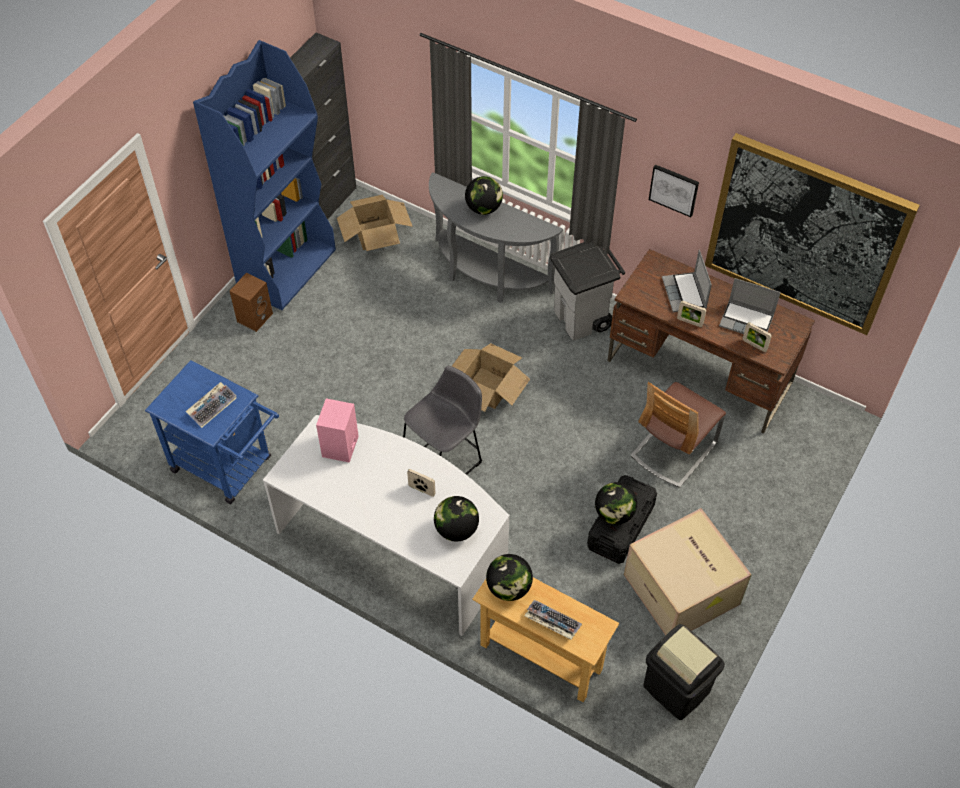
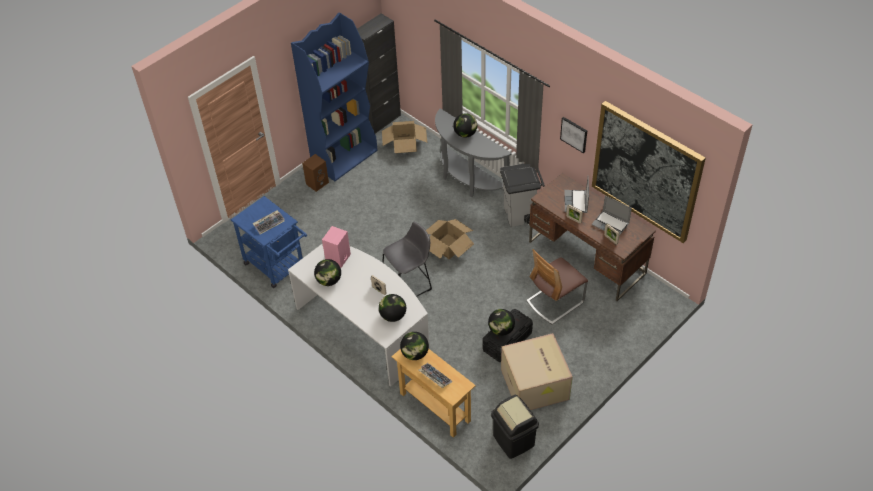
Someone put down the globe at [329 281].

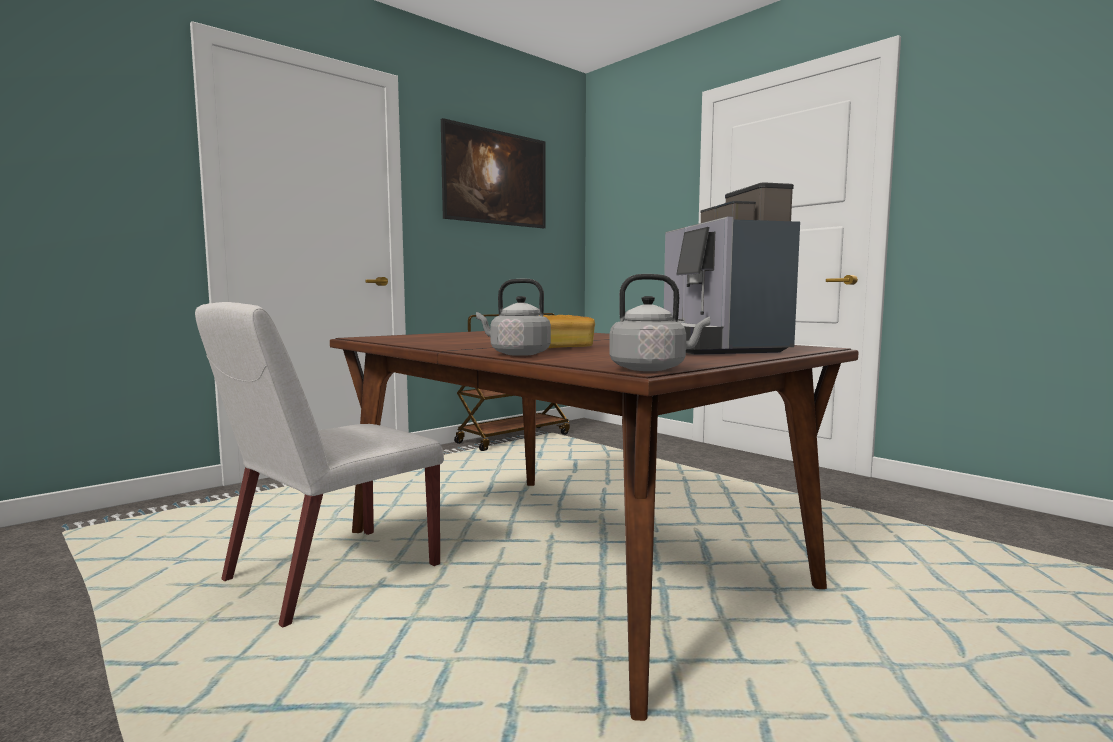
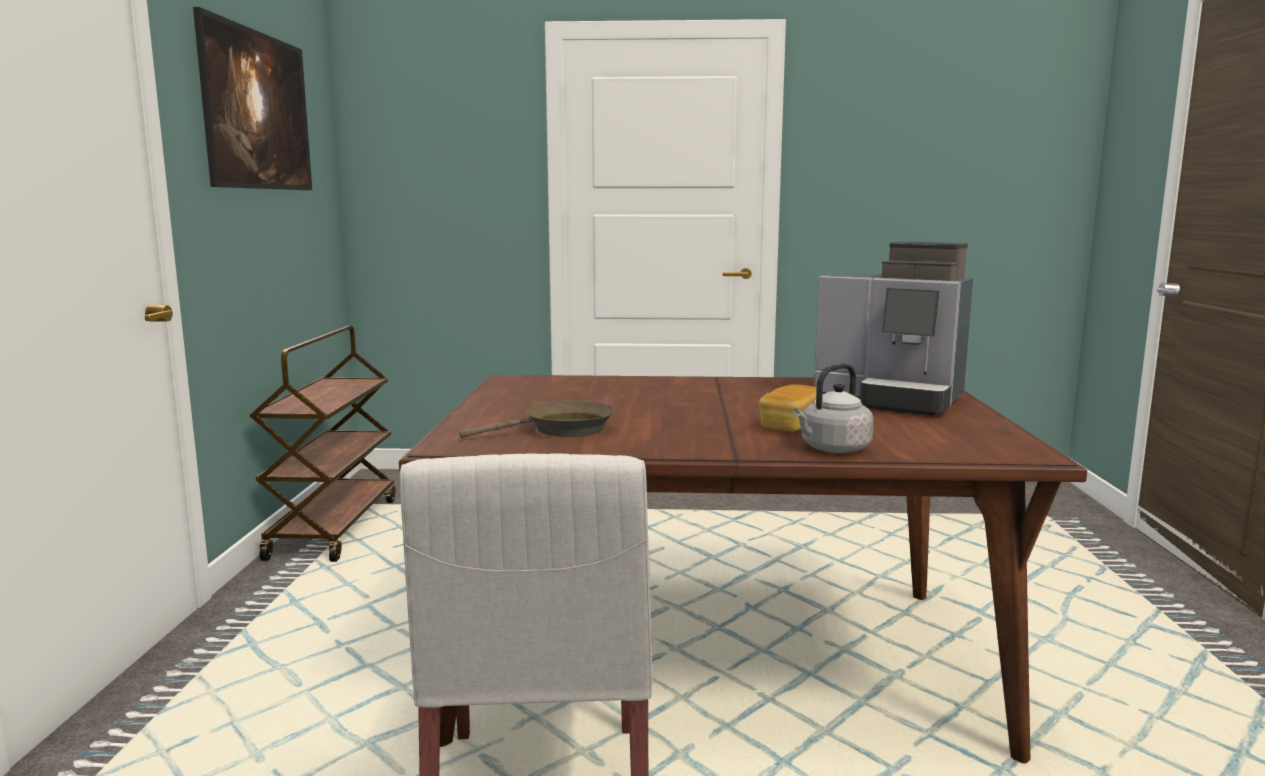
Someone took away the kettle/grey at [652 369].
Someone put down the frying pan/brown at [562 429].

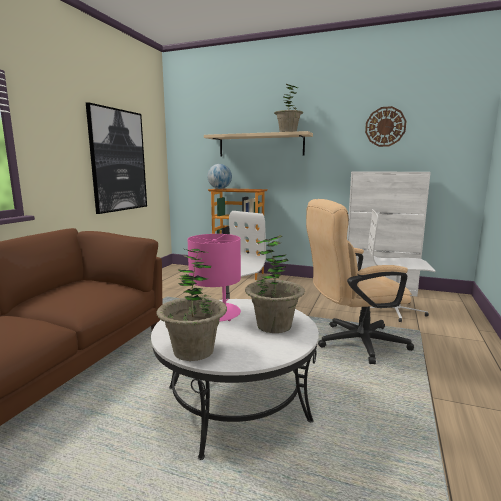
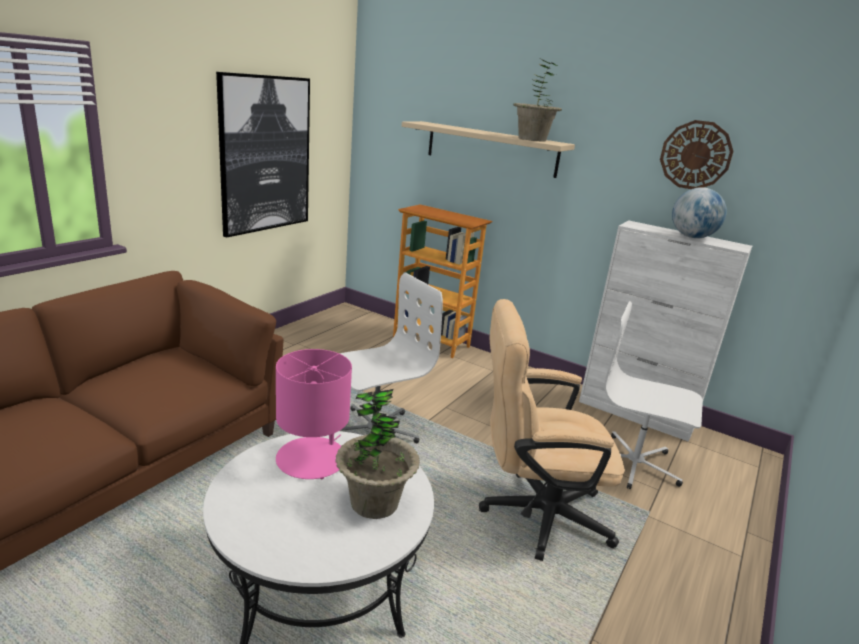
Someone took away the potted plant at [194 351].
Someone carried the globe from [219 189] to [692 237].

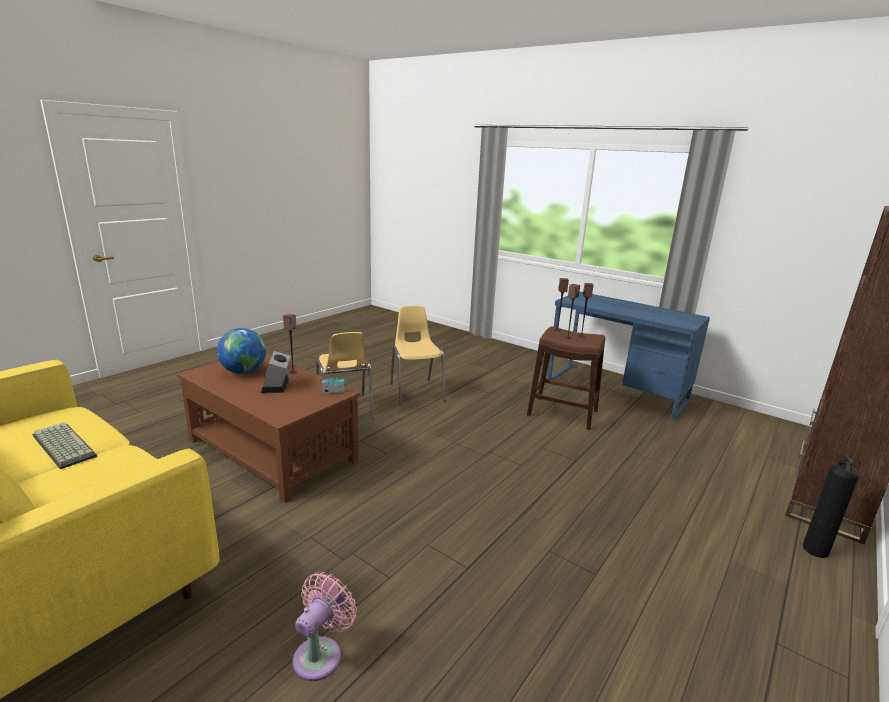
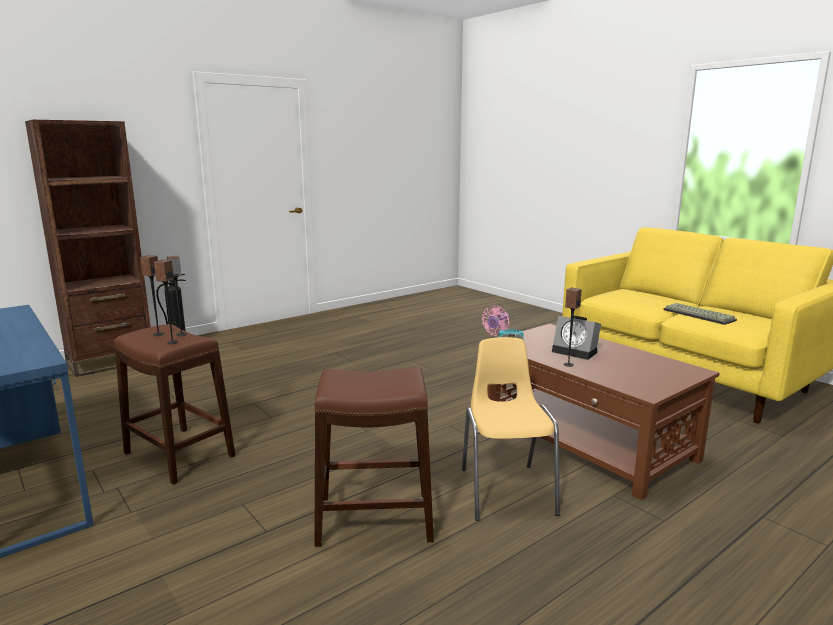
Someone took away the globe at [243 372].
Someone rotated the alarm clock at [277 386] by 120 degrees clockwise.
Someone swapped the chair/yellow at [416 392] for the stool/brown at [375 519].

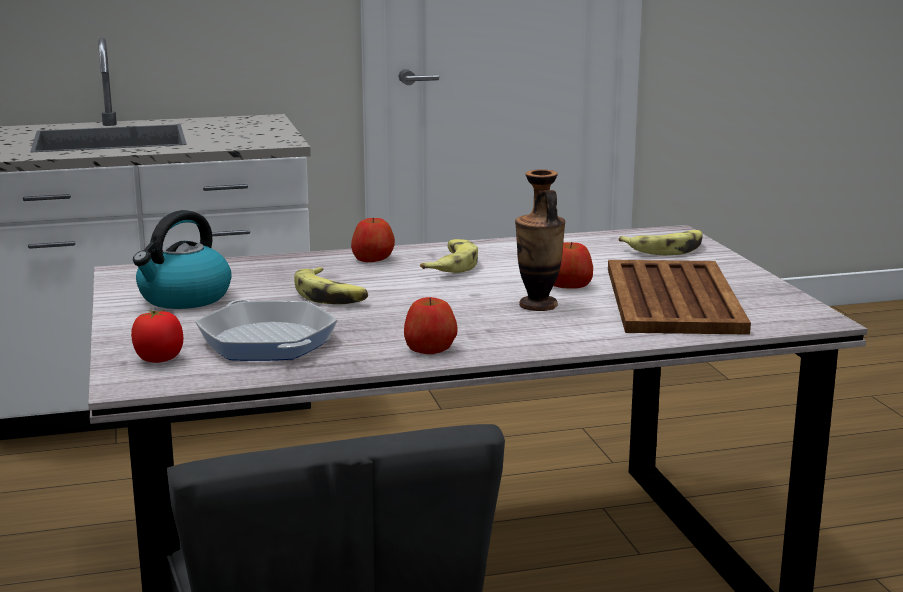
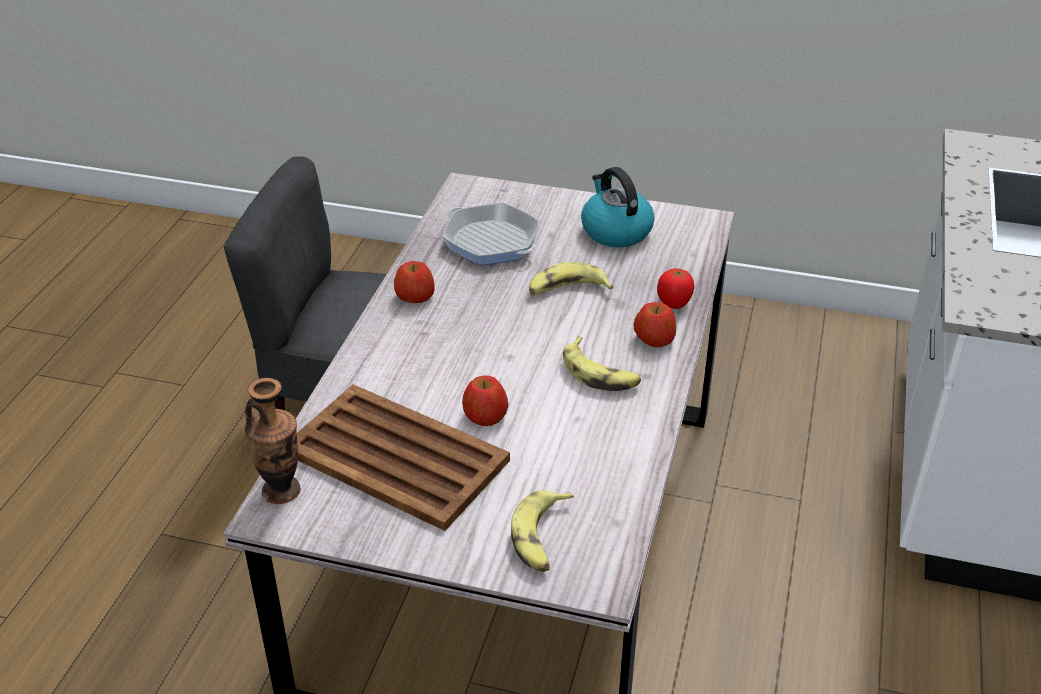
Someone carried the tomato from [159 359] to [674 303].
Someone rotated the frying pan at [267 341] by 135 degrees counterclockwise.
Someone carried the vase from [538 305] to [281 491].

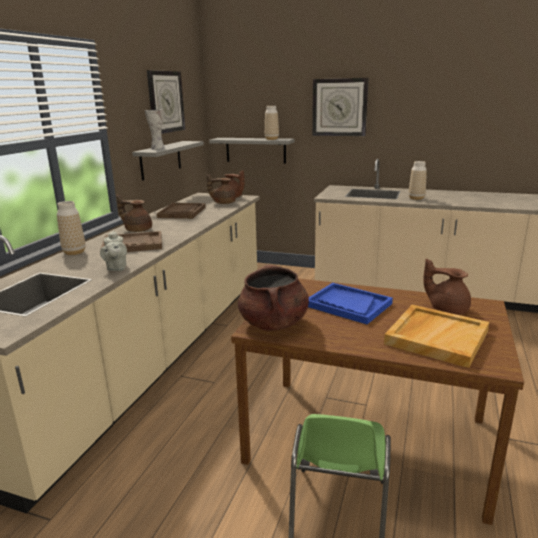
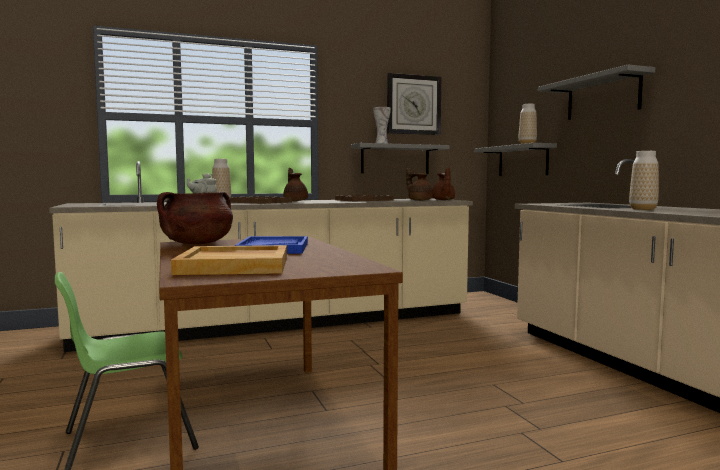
Someone swapped the wall clock at [339 107] for the shelf/grey at [602 97].
Someone took away the teapot/brown at [447 308].

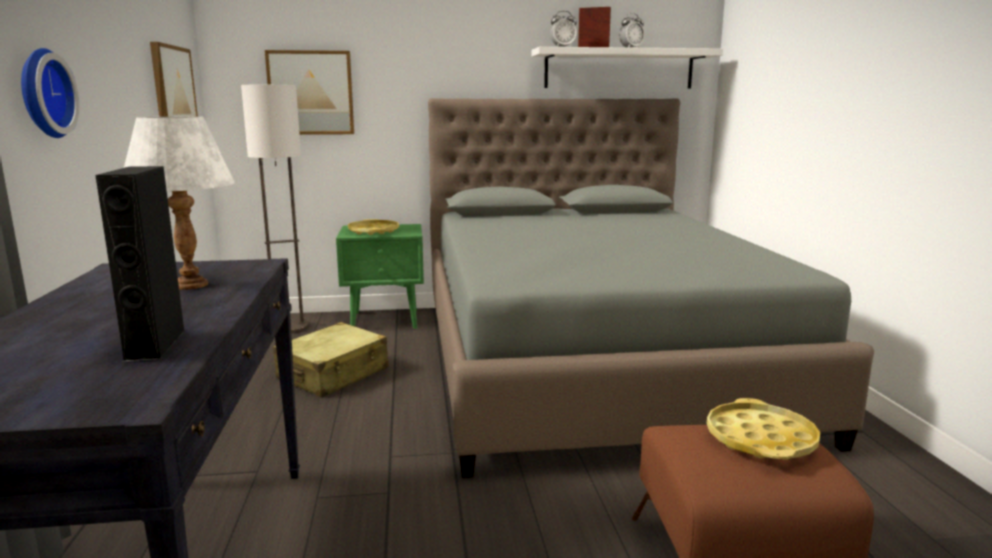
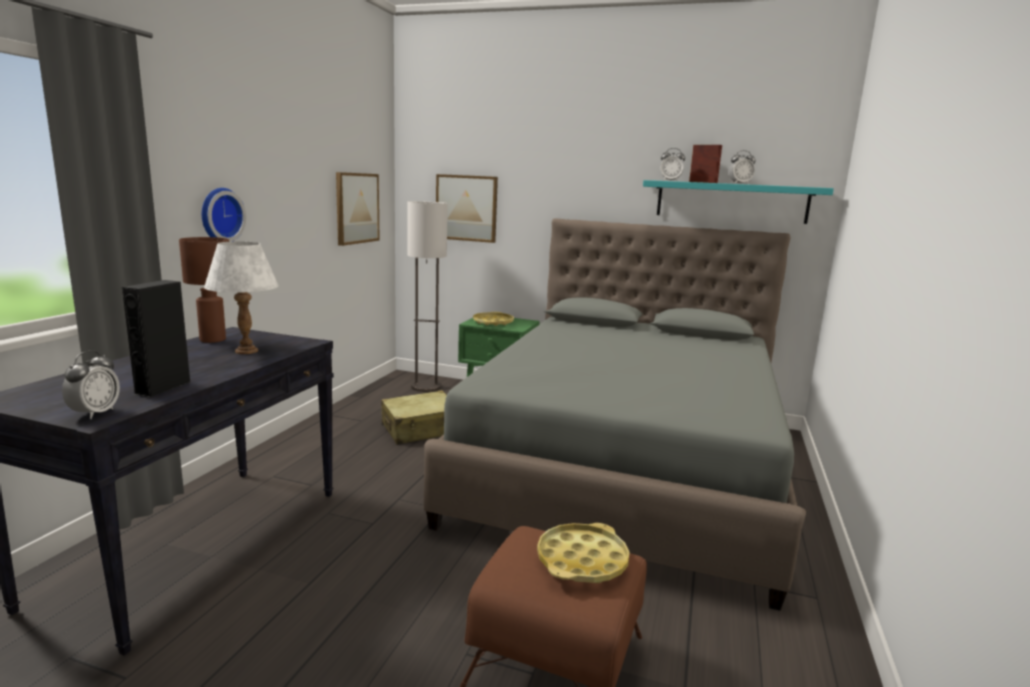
Someone repainted the shelf/white at [619 69], which became the shelf/turquoise at [731 201].
Someone put down the alarm clock at [95 413].
Someone put down the table lamp/brown at [212 340].

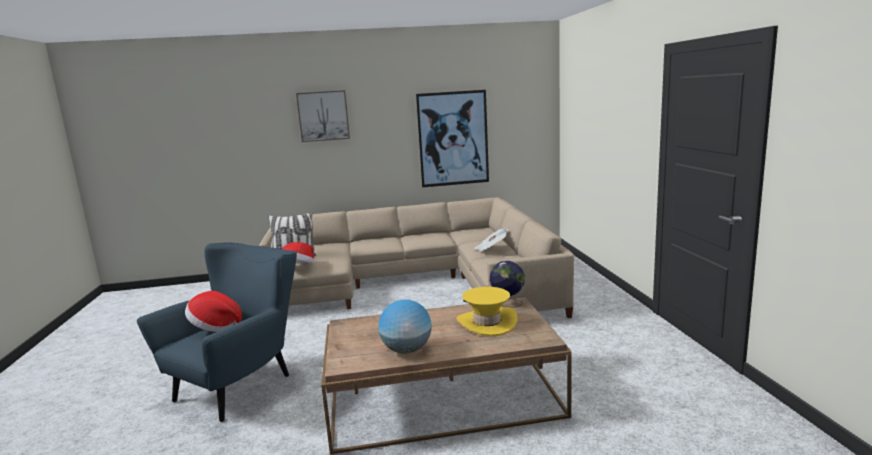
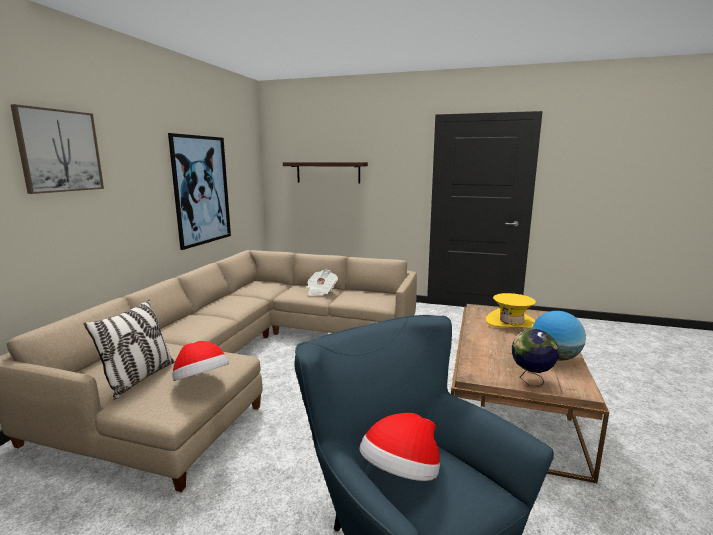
Someone carried the globe from [507 303] to [531 381].
Someone put up the shelf at [328 172].

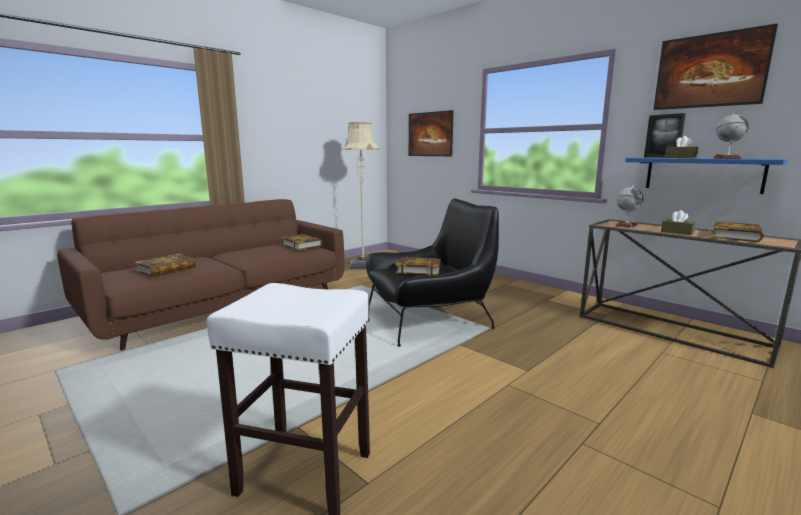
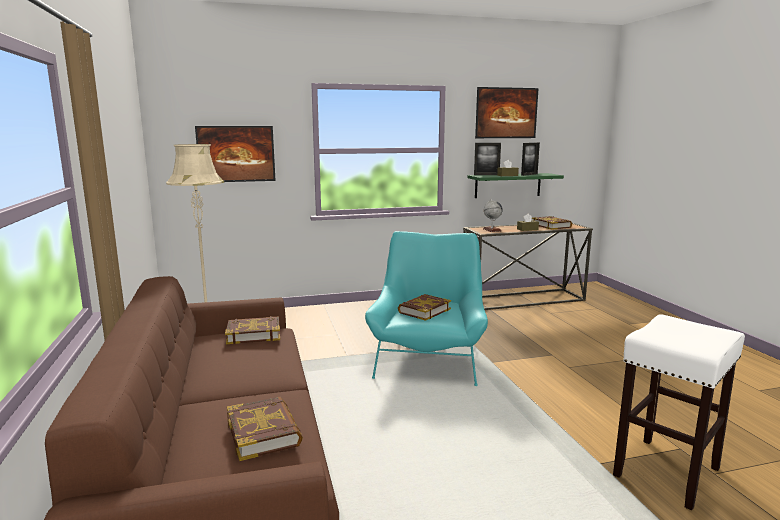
Someone repainted the armchair/black at [429 320], which became the armchair/turquoise at [428 359].
Someone repainted the shelf/blue at [702 174], which became the shelf/green at [508 185].
Someone swapped the globe at [726 158] for the picture frame at [529 174].

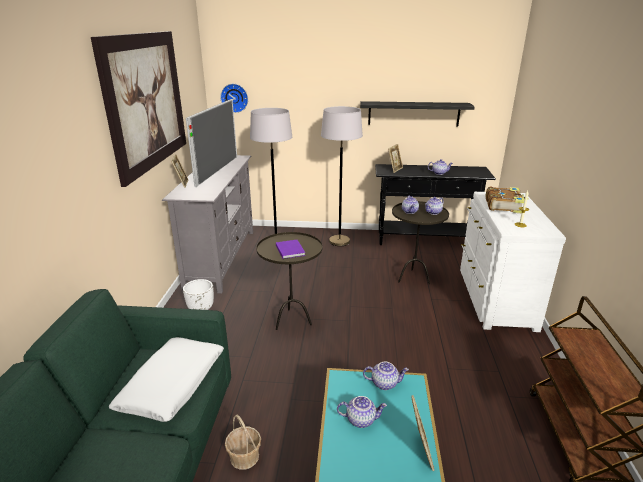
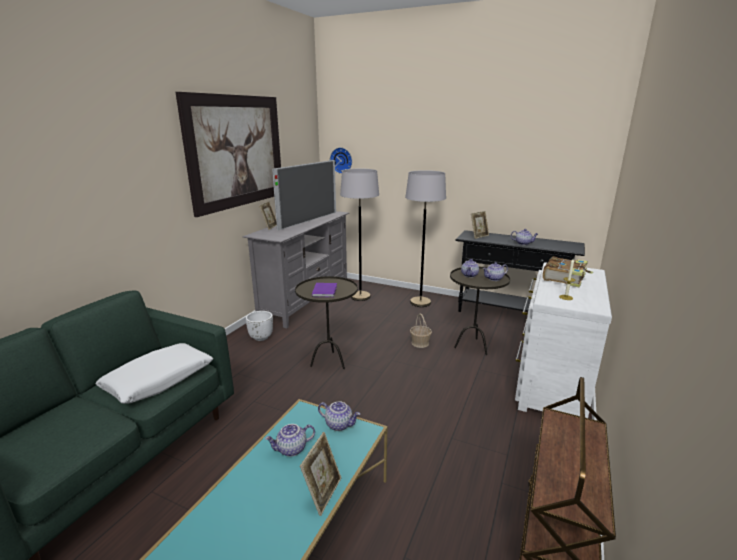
Someone carried the basket from [244 457] to [420 343].
Someone rotated the teapot at [361 419] by 135 degrees clockwise.
Someone took away the shelf/black at [413 113].

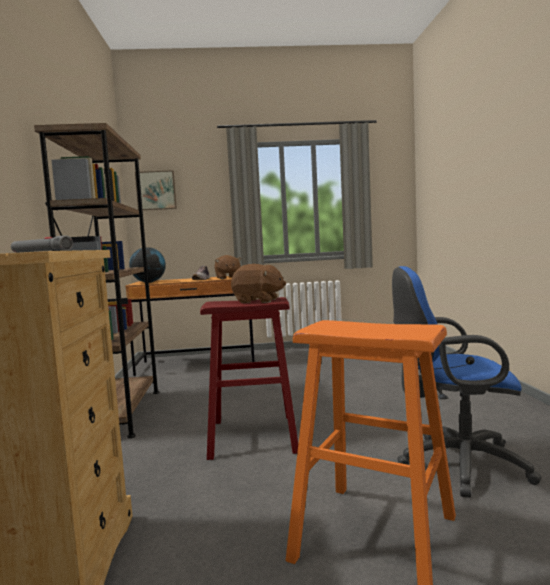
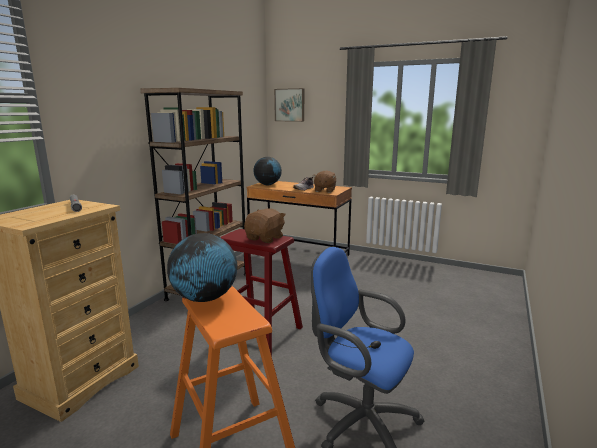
Someone rotated the plush toy/brown at [258 301] by 105 degrees counterclockwise.
Someone put down the globe at [204 298].

